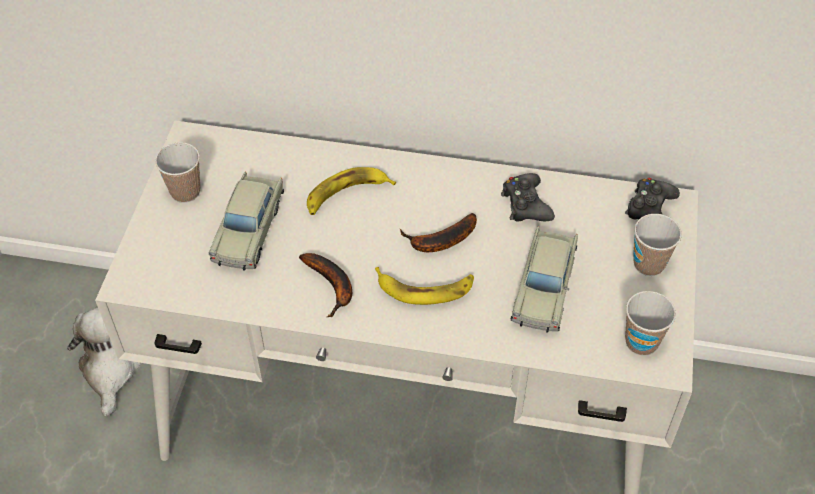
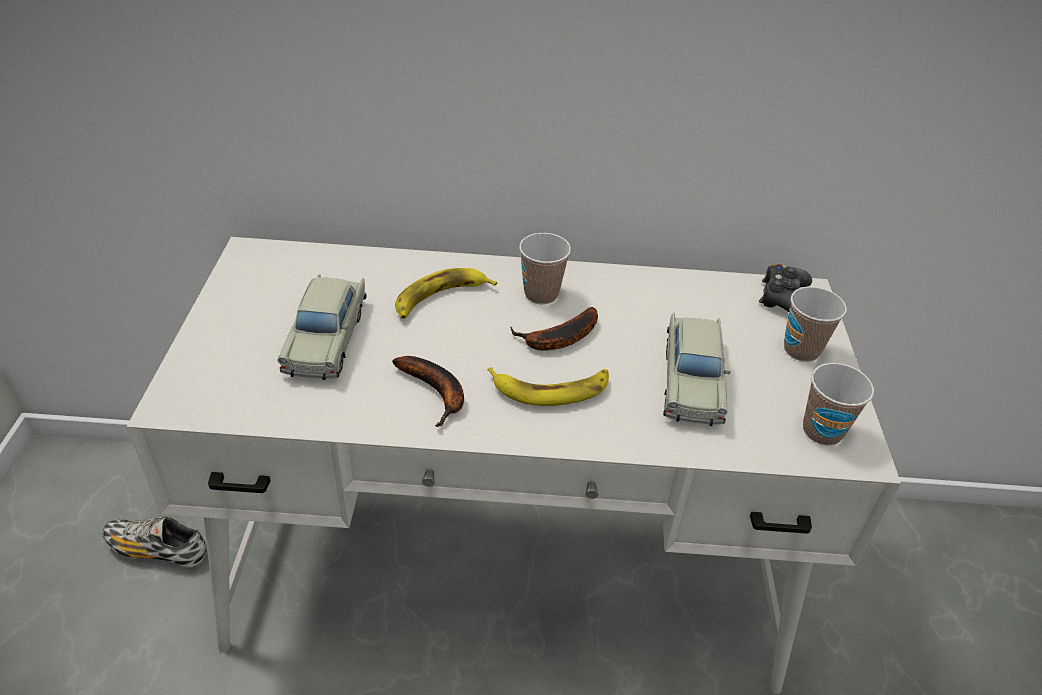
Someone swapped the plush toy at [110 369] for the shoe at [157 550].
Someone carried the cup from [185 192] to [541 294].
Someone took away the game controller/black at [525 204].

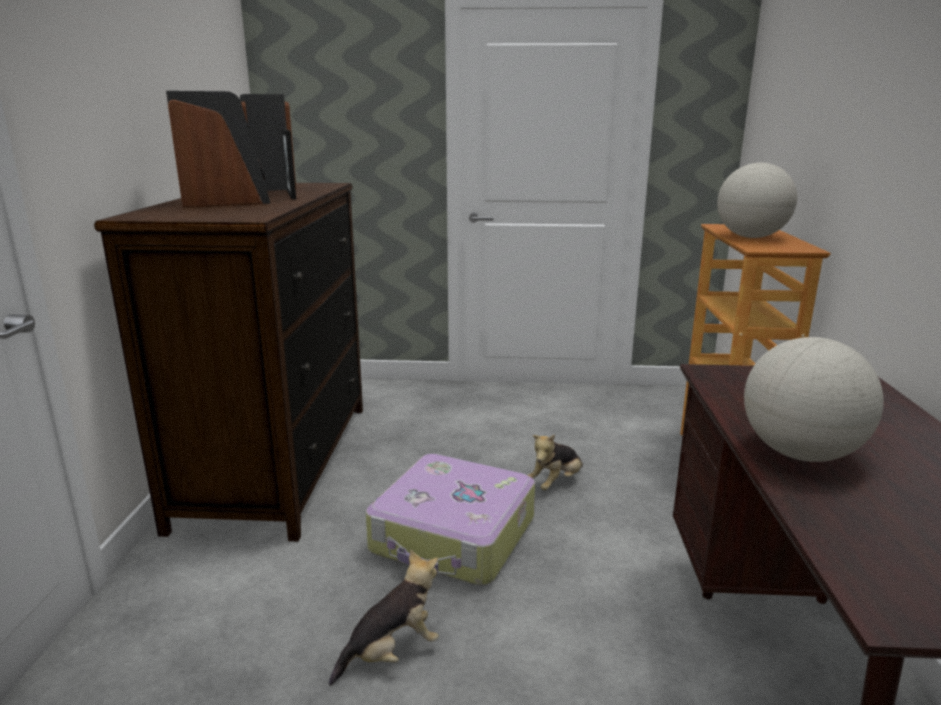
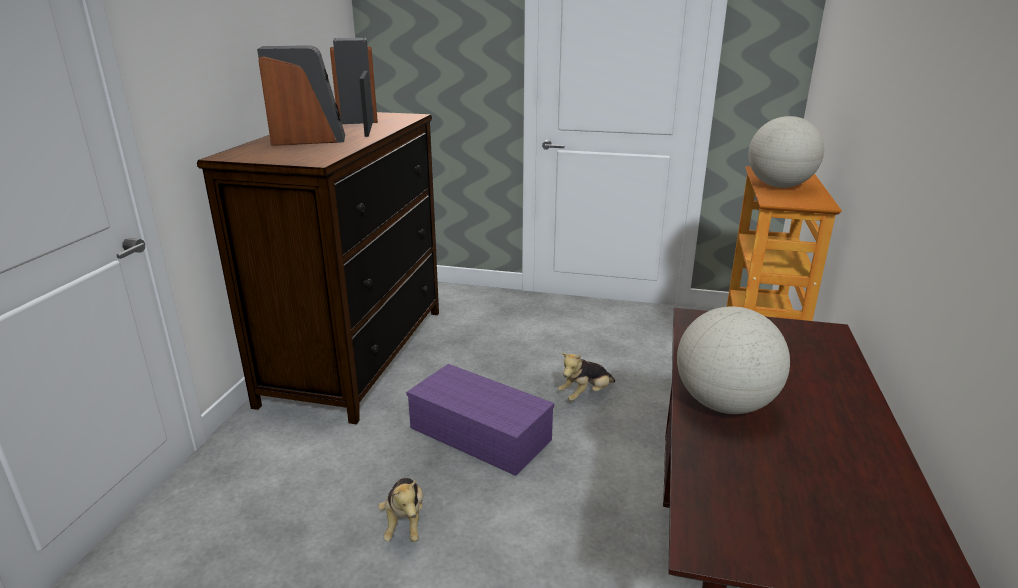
Someone rotated the plush toy at [392 652] by 105 degrees clockwise.
Someone swapped the suitcase at [454 536] for the storage box/purple at [482 433].

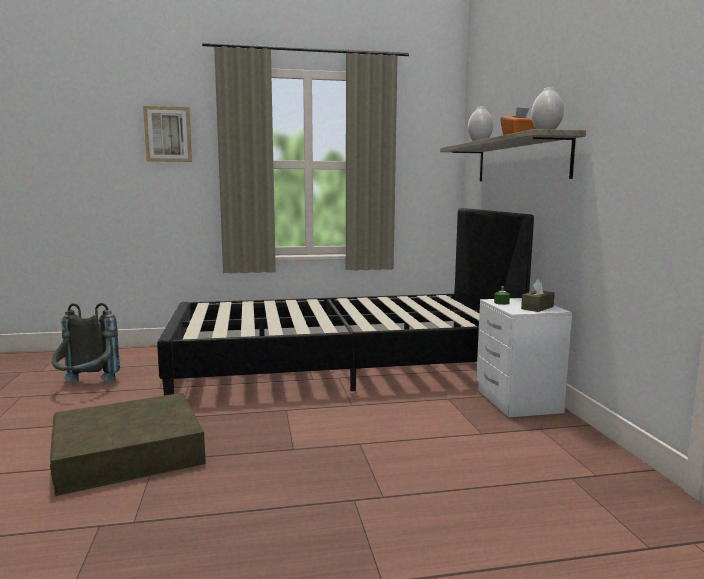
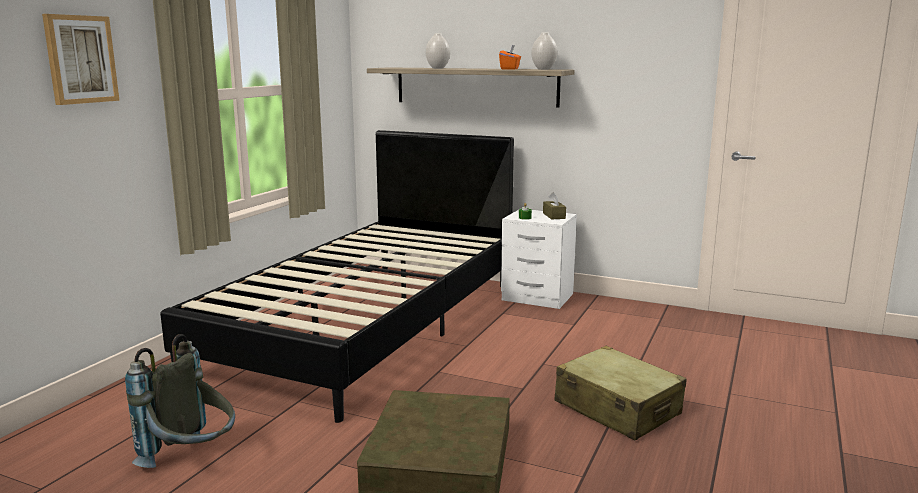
Someone put down the suitcase/beige at [617 408].

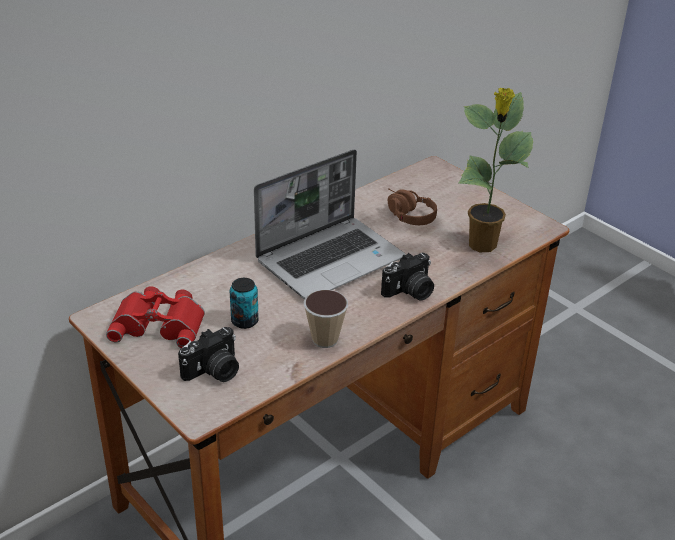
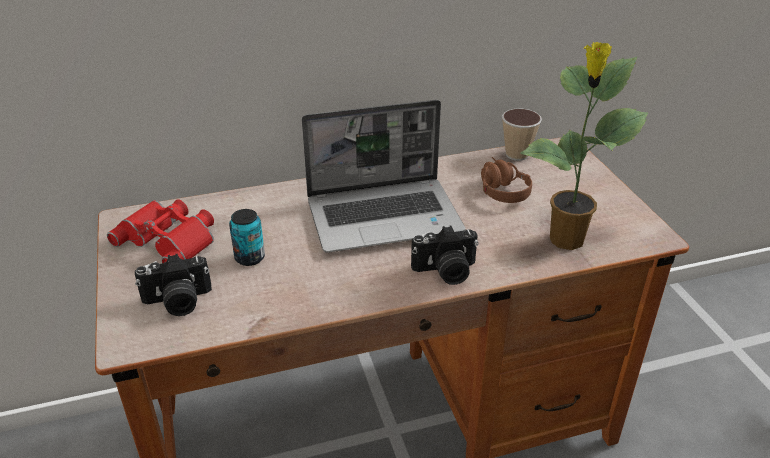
Someone carried the cup from [325 339] to [517 154].

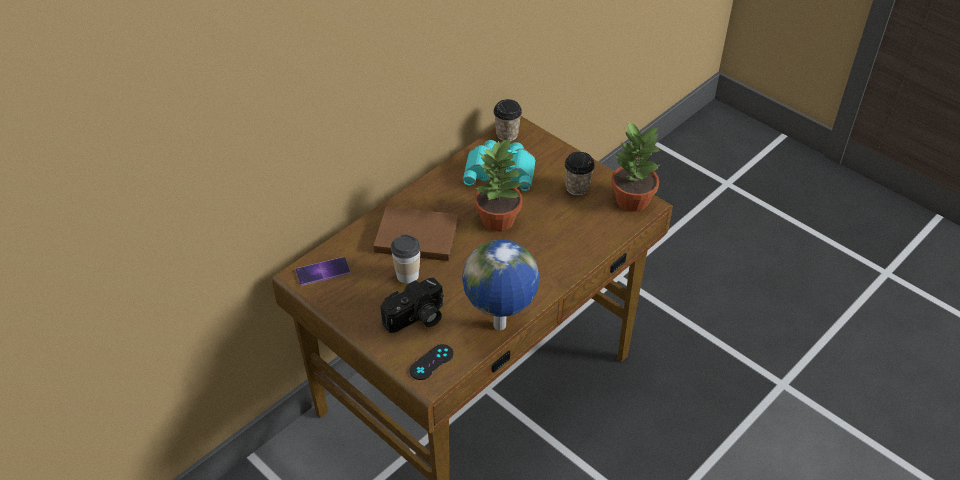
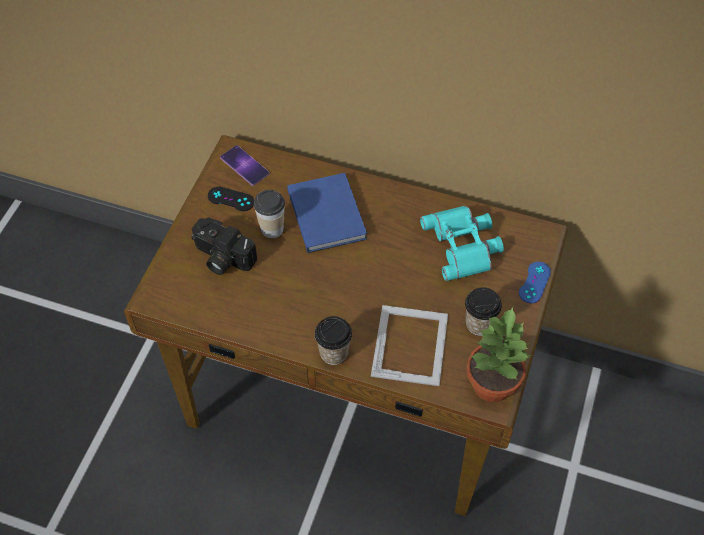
Someone repainted the book/brown at [415 235], which became the book/blue at [327 213].
Someone carried the game controller/black from [431 362] to [231 199].
Someone took away the globe at [500 327].
Someone took away the potted plant at [499 219].
Someone carried the cup from [507 134] to [334 353].
Someone put down the picture frame at [411 344].
Someone put down the game controller/blue at [534 282].

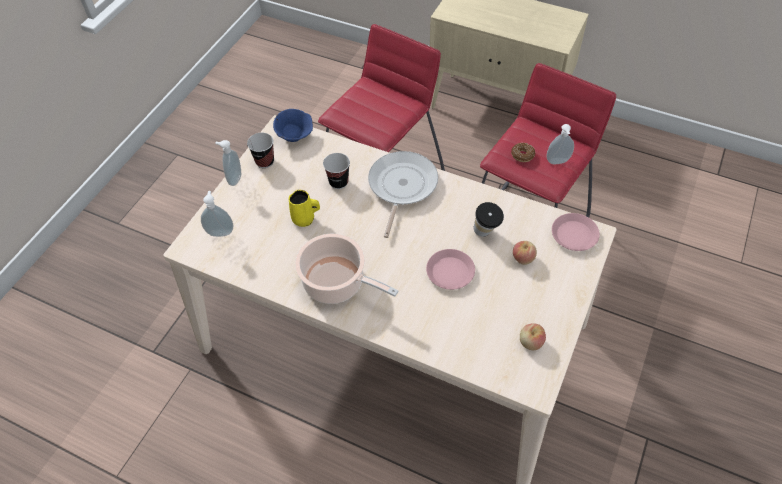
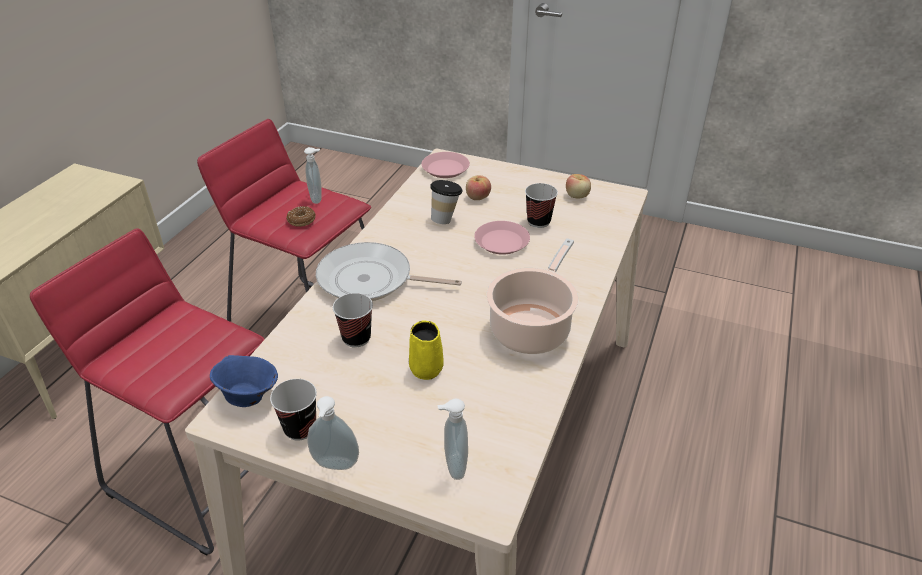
Someone put down the cup at [538 221].

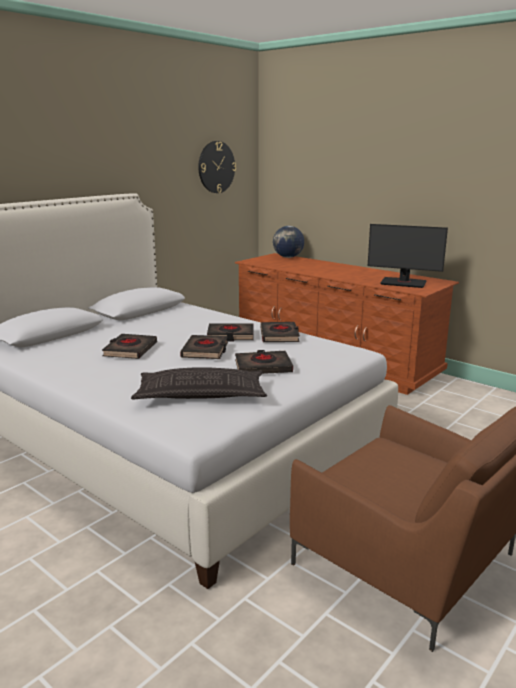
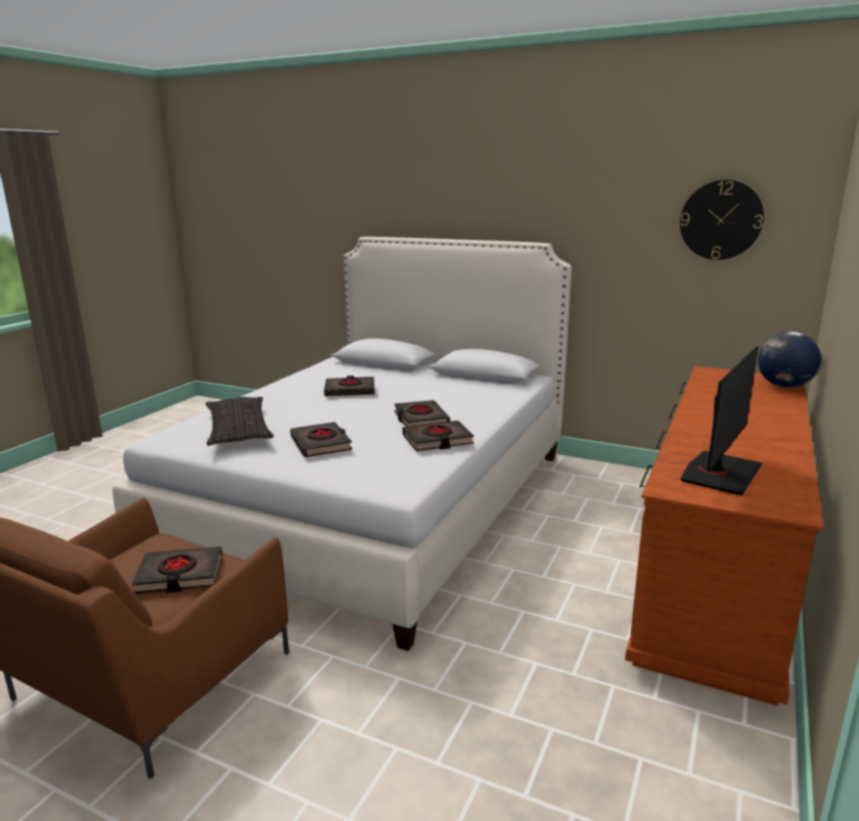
Someone carried the book/black from [205 351] to [180 575].
Someone rotated the monitor at [403 283] by 150 degrees counterclockwise.

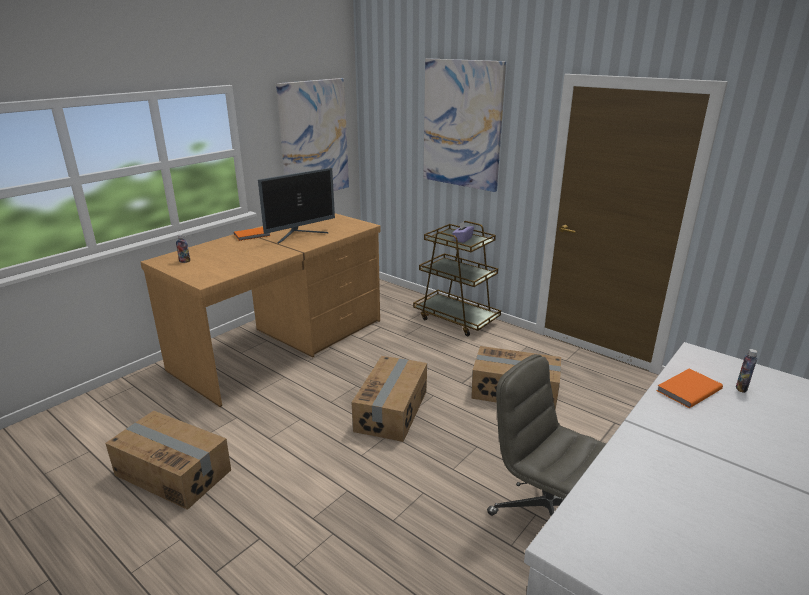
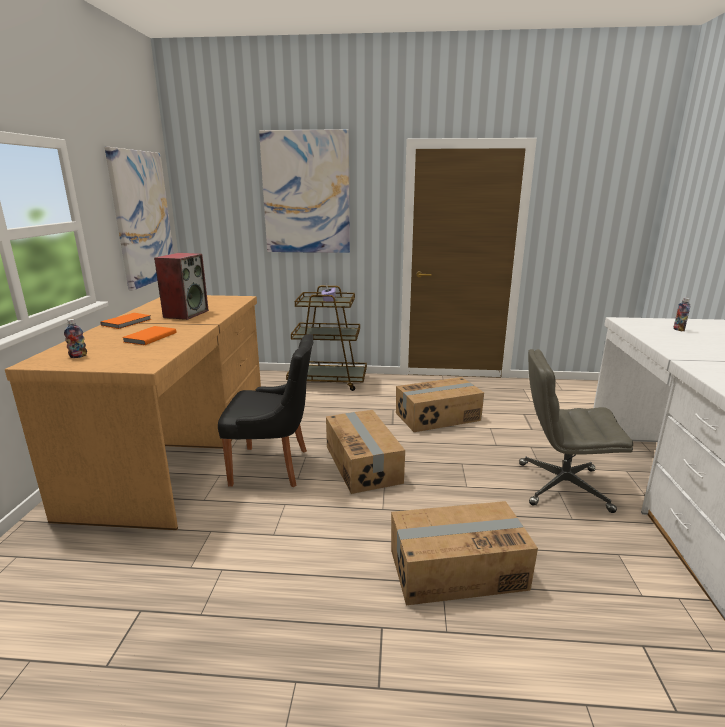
Someone carried the cardboard box from [174 472] to [456 569].
Someone swapped the monitor at [300 235] for the speaker at [186 314].
Someone carried the book/orange from [687 389] to [149 337].
Someone put down the chair/black at [273 467].

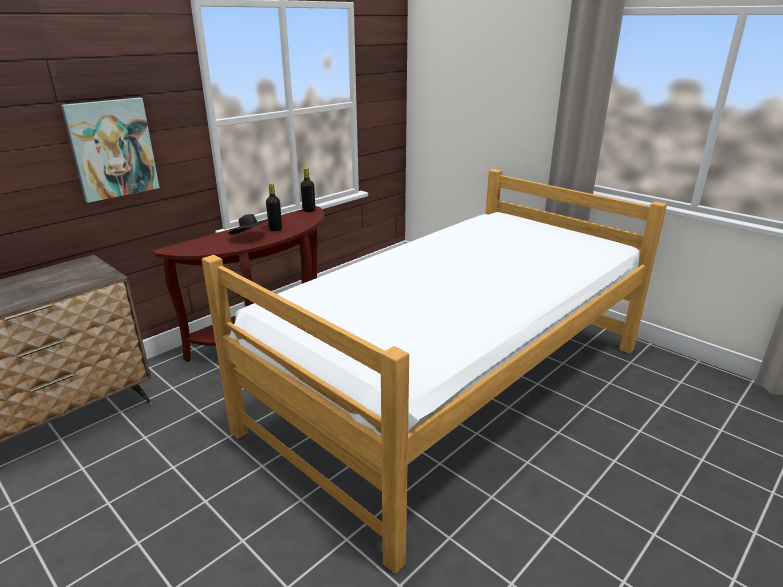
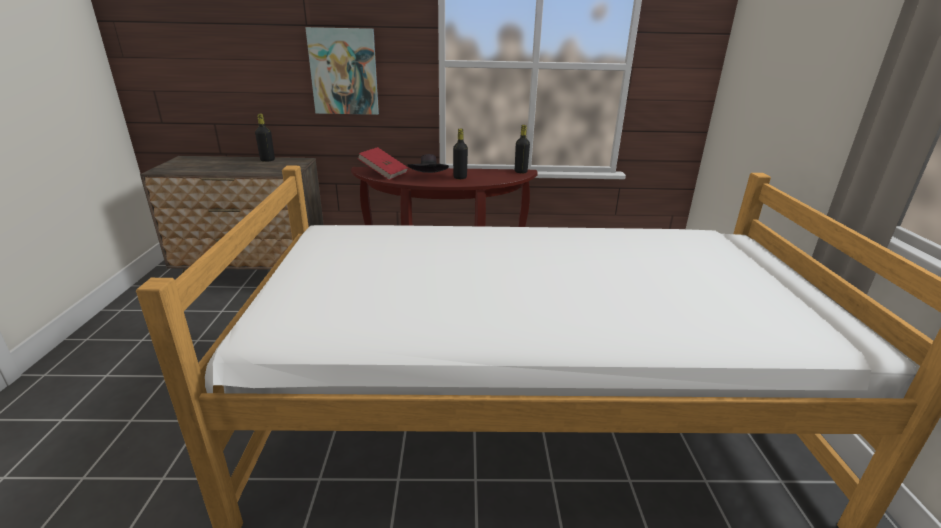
Someone put down the bottle/black at [267 160].
Someone put down the book/red at [384 173].

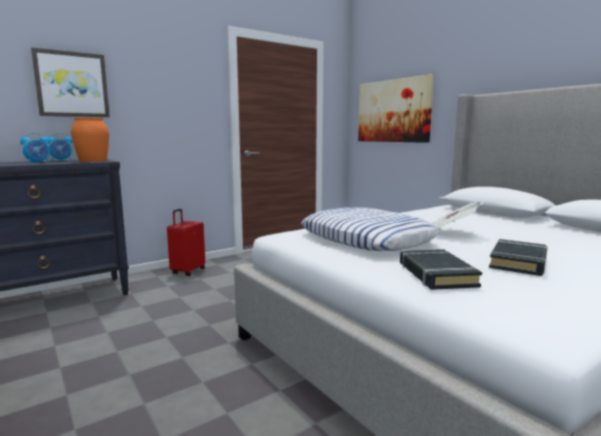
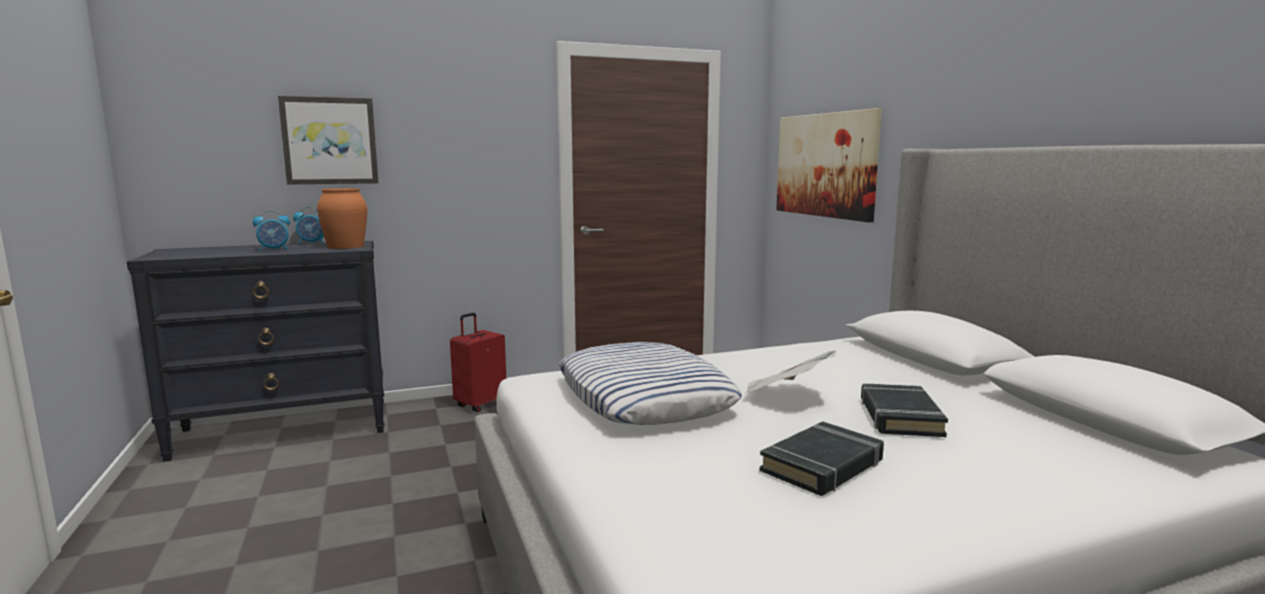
Someone carried the book/black from [436 274] to [899 417].

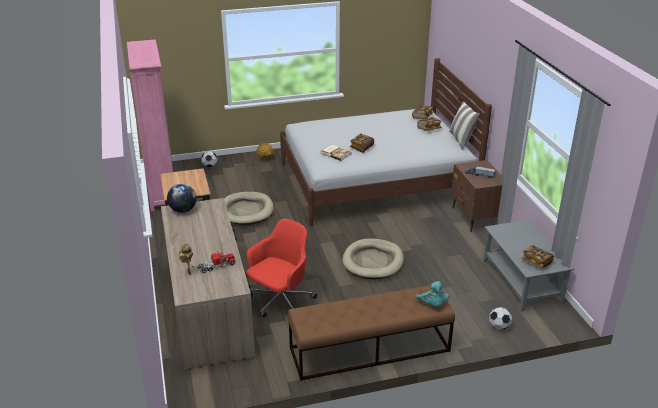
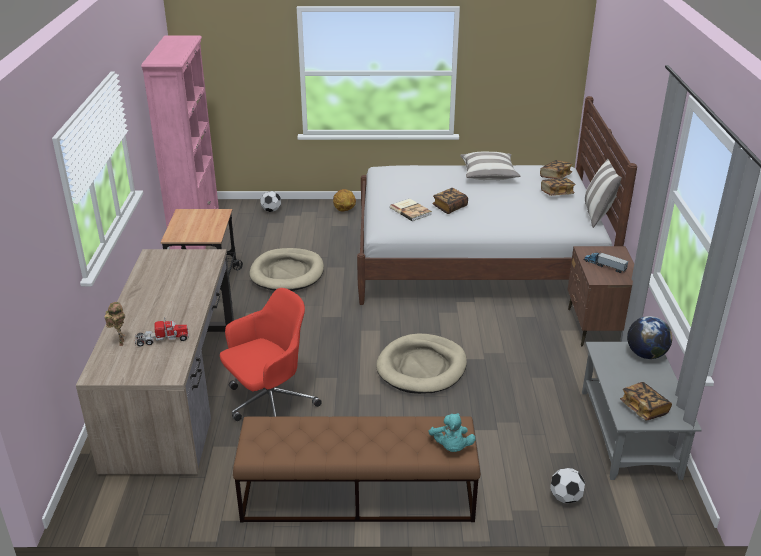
Someone carried the globe from [183 210] to [645 354].
Someone put down the pillow at [488 174].

